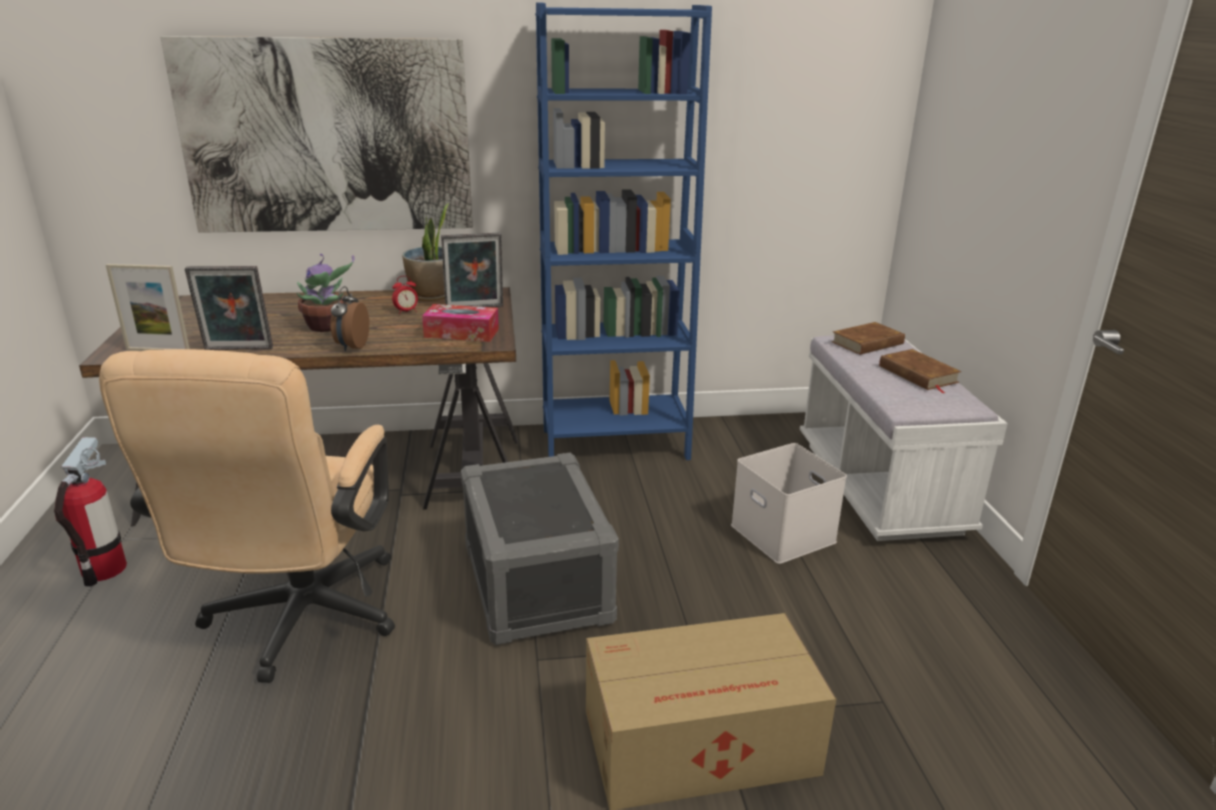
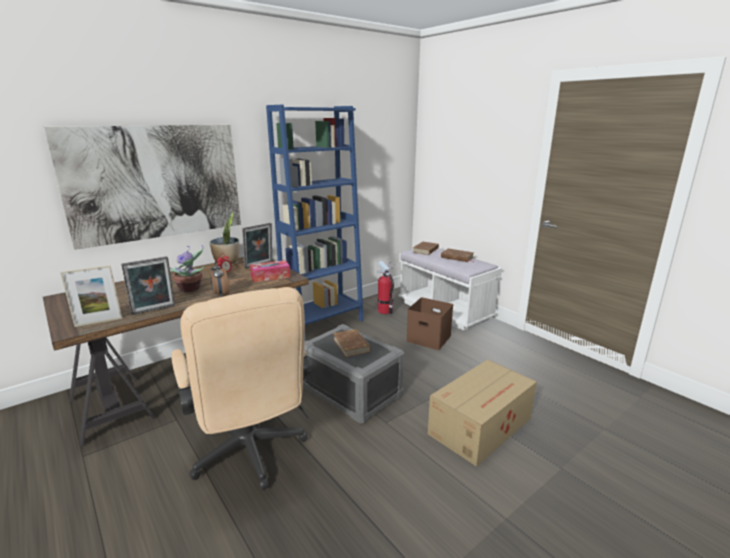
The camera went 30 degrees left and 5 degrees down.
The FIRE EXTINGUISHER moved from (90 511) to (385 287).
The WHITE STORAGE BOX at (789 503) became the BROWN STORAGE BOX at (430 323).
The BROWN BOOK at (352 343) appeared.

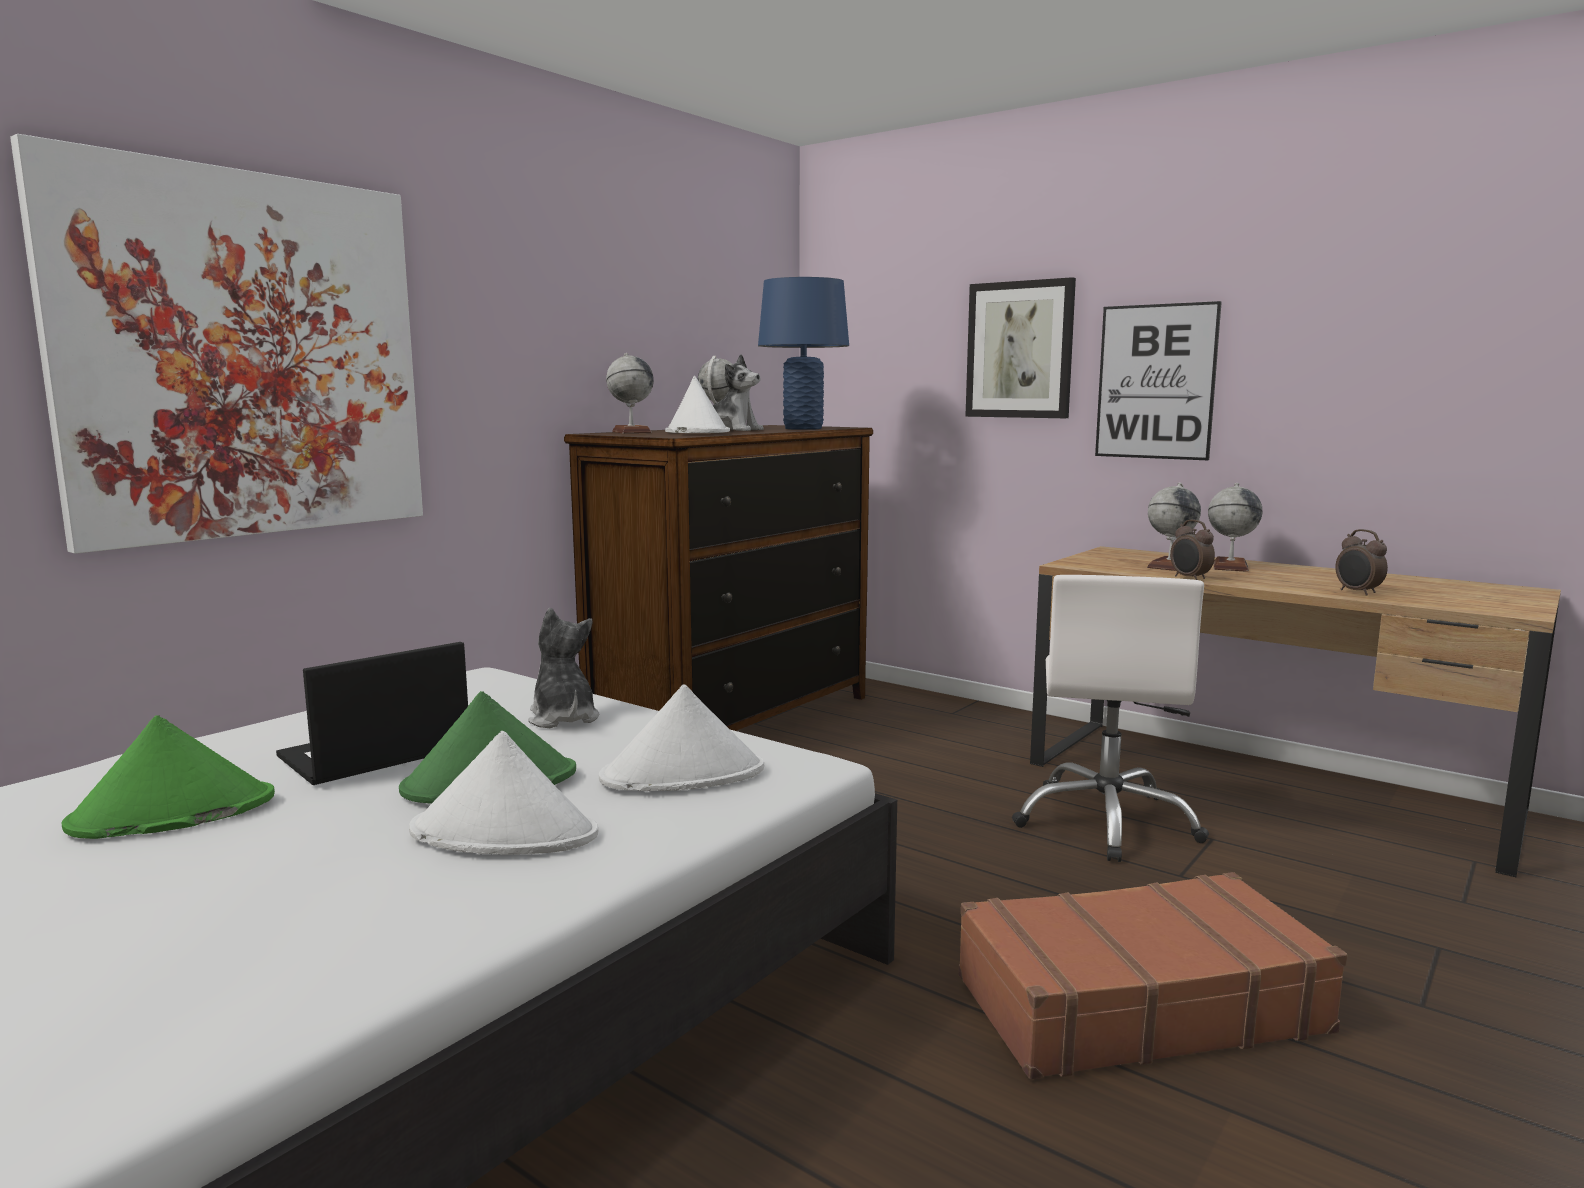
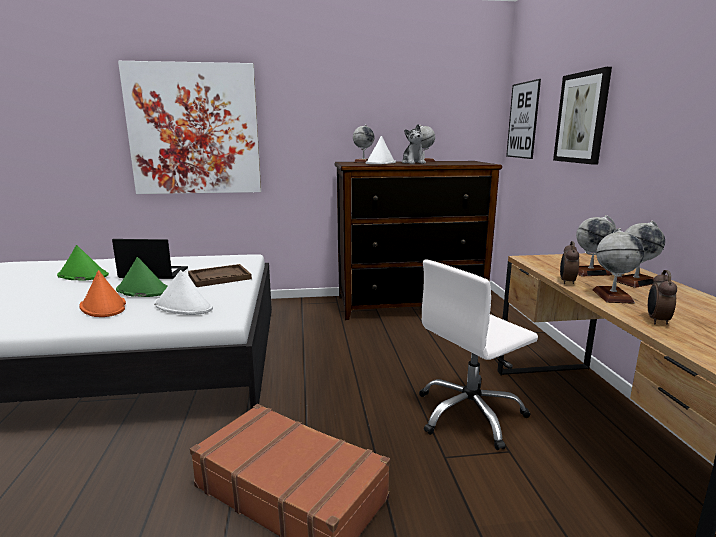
The camera went 45 degrees right and 5 degrees up.
The BLUE TABLE LAMP at (803 353) disappeared.
The PICTURE moved from (1158 380) to (523 119).
The PLUSH TOY at (563 668) was replaced by the BROWN TRAY at (220 275).
The WHITE HAT at (503 793) became the ORANGE HAT at (102 293).
The GLOBE at (618 266) appeared.

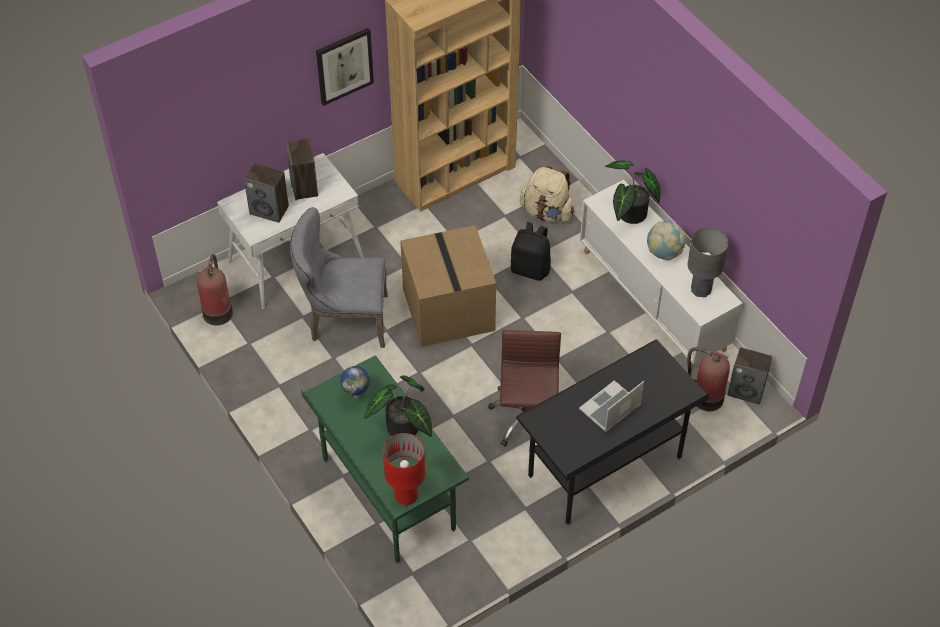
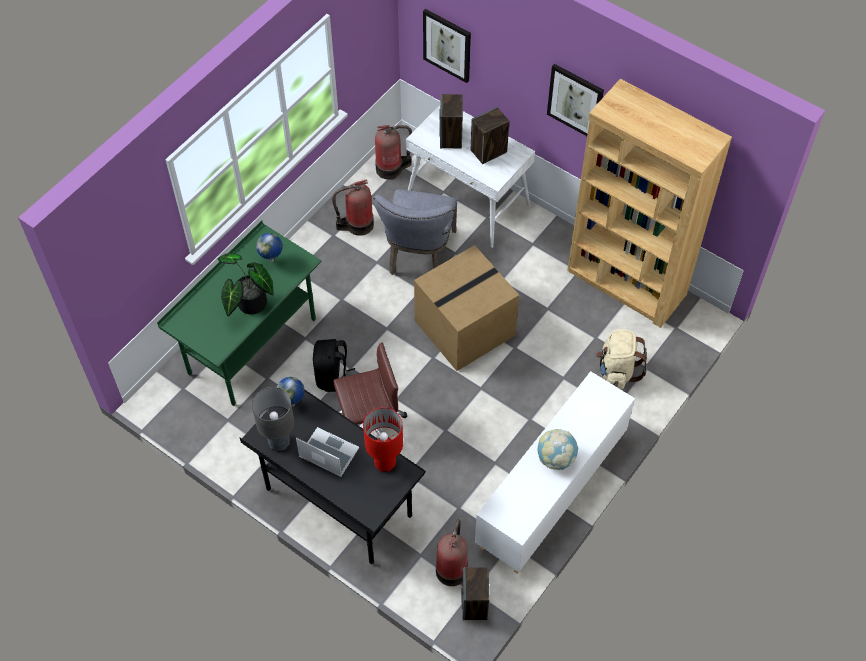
The camera went 70 degrees right and 5 degrees up.
The POTTED PLANT at (633 192) disappeared.
The GREY CHAIR at (339 277) turned 150 degrees counterclockwise.
The BLACK BACKPACK moved from (530 251) to (334 365).
The GREY TABLE LAMP moved from (708 262) to (273 419).
The RED TABLE LAMP moved from (404 469) to (383 440).
The PICTURE at (447 46) appeared.
The FIRE EXTINGUISHER at (353 207) appeared.
The GLOBE at (291 391) appeared.

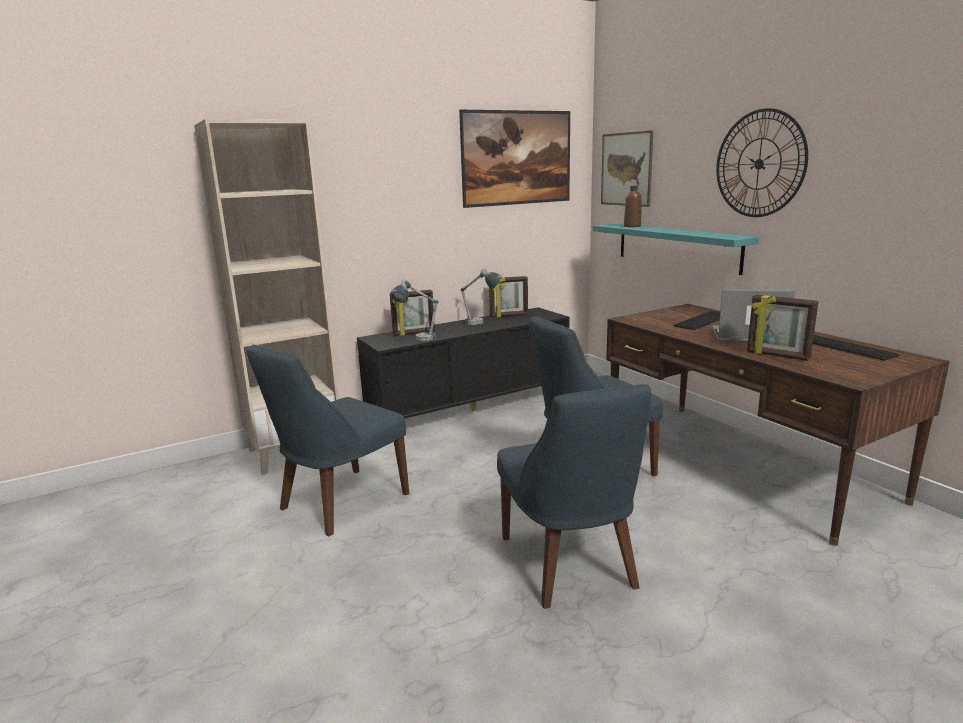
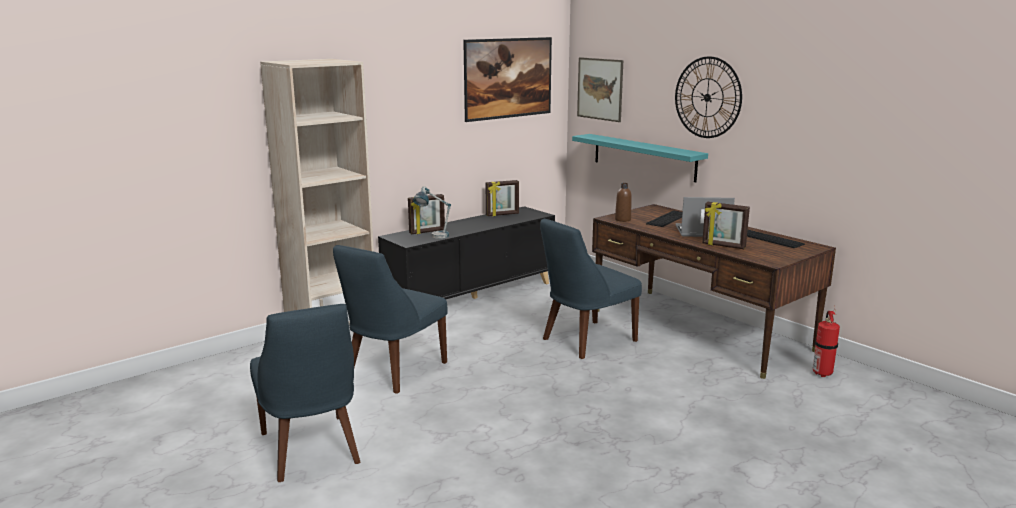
The camera went 10 degrees left and 0 degrees up.
The BROWN BOTTLE moved from (633 206) to (623 202).
The TABLE LAMP at (481 297) disappeared.
The BLUE CHAIR moved from (574 496) to (305 393).
The FIRE EXTINGUISHER at (826 344) appeared.

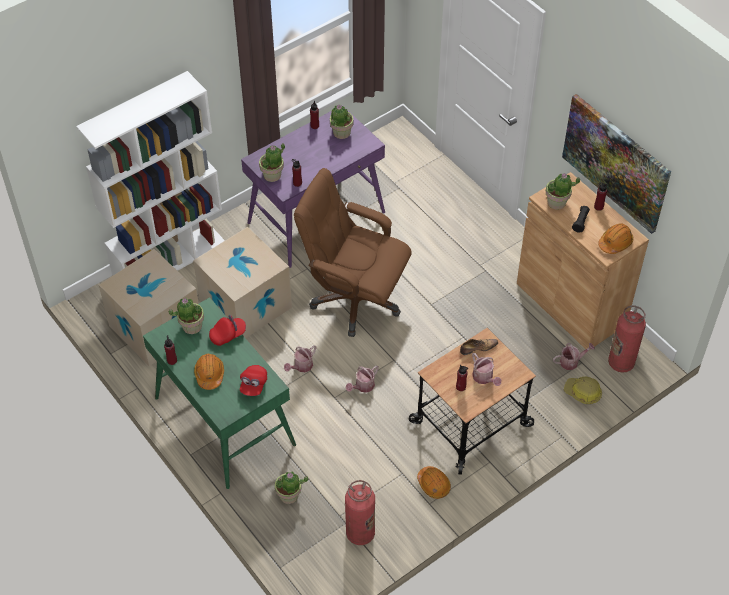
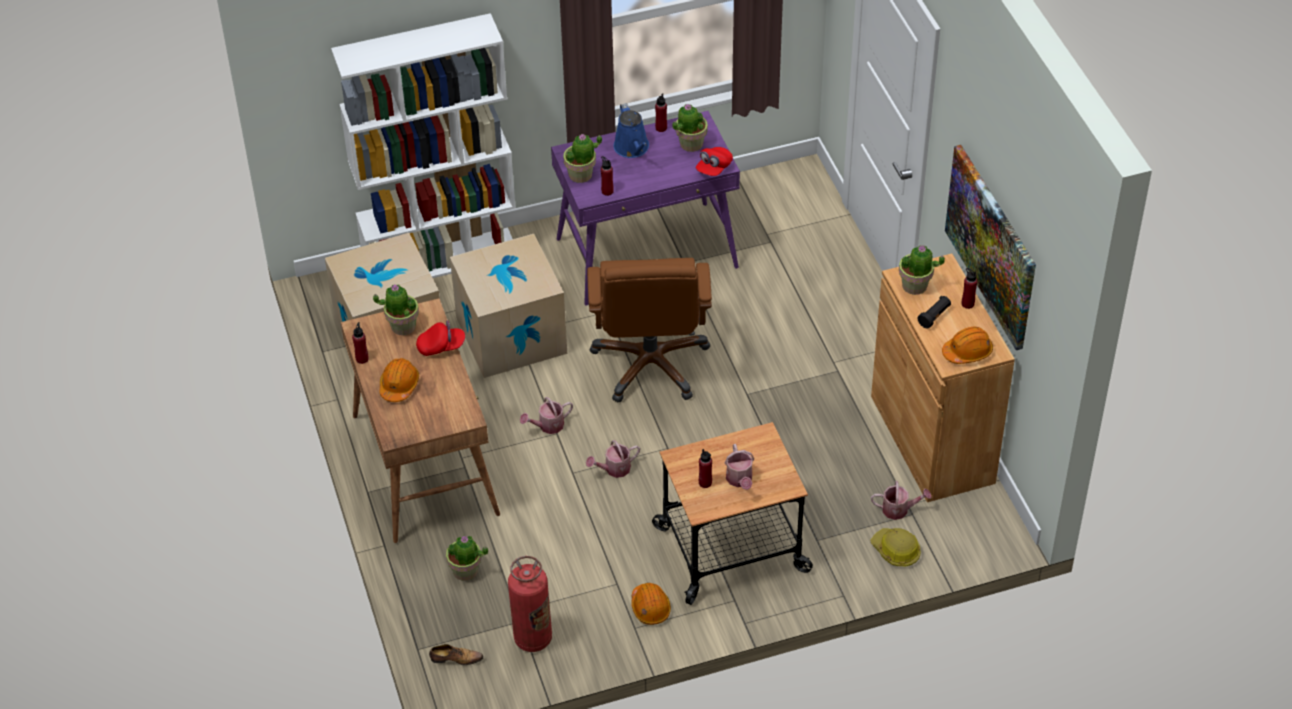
The camera went 20 degrees right and 5 degrees down.
The BROWN OFFICE CHAIR at (353 252) turned 135 degrees counterclockwise.
The GREEN DESK at (219 393) became the BROWN DESK at (420 420).
The FIRE EXTINGUISHER at (627 339) disappeared.
The SHOE moved from (479 347) to (456 654).
The RED CAP moved from (253 380) to (714 161).
The BLUE WATERING CAN at (631 130) appeared.

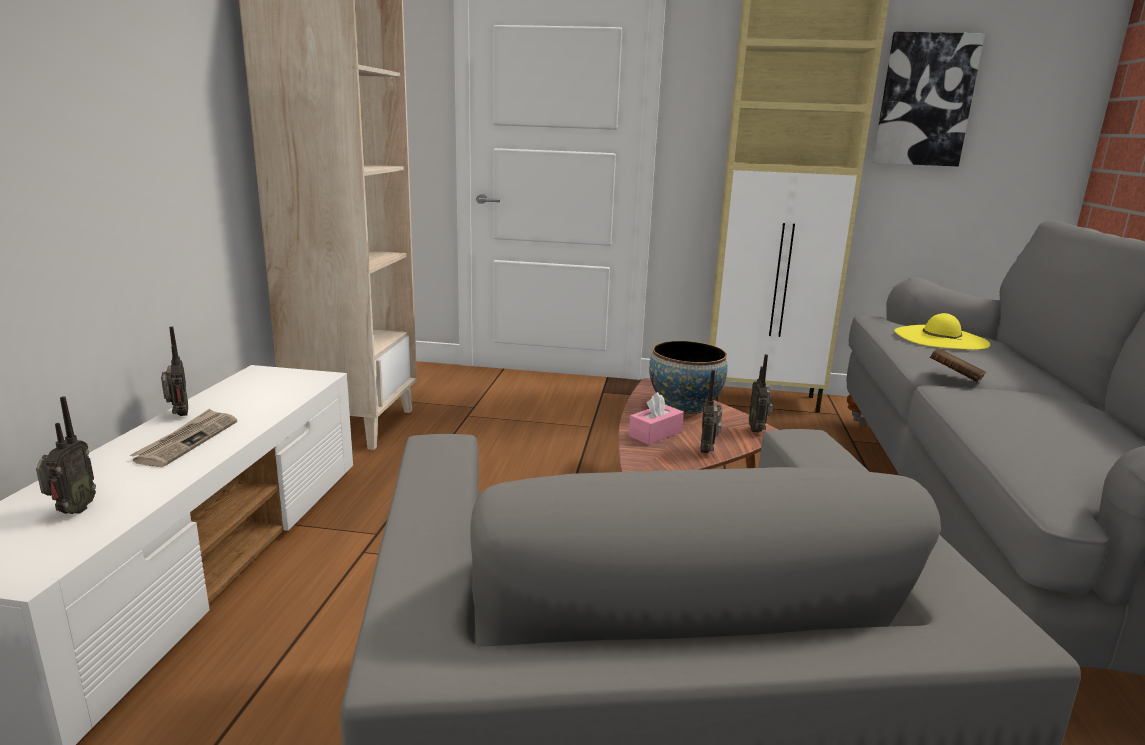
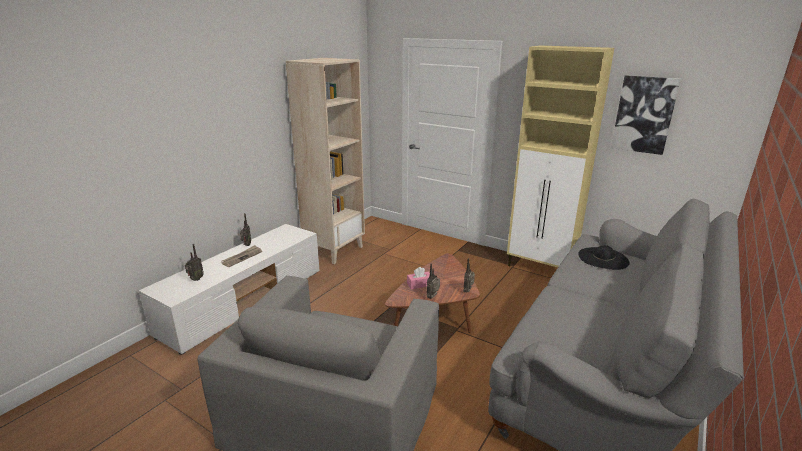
The camera went 25 degrees right and 5 degrees up.
The YELLOW HAT at (942 331) became the BLACK HAT at (604 257).
The BOWL at (688 377) disappeared.
The BROWN BOOK at (958 365) disappeared.

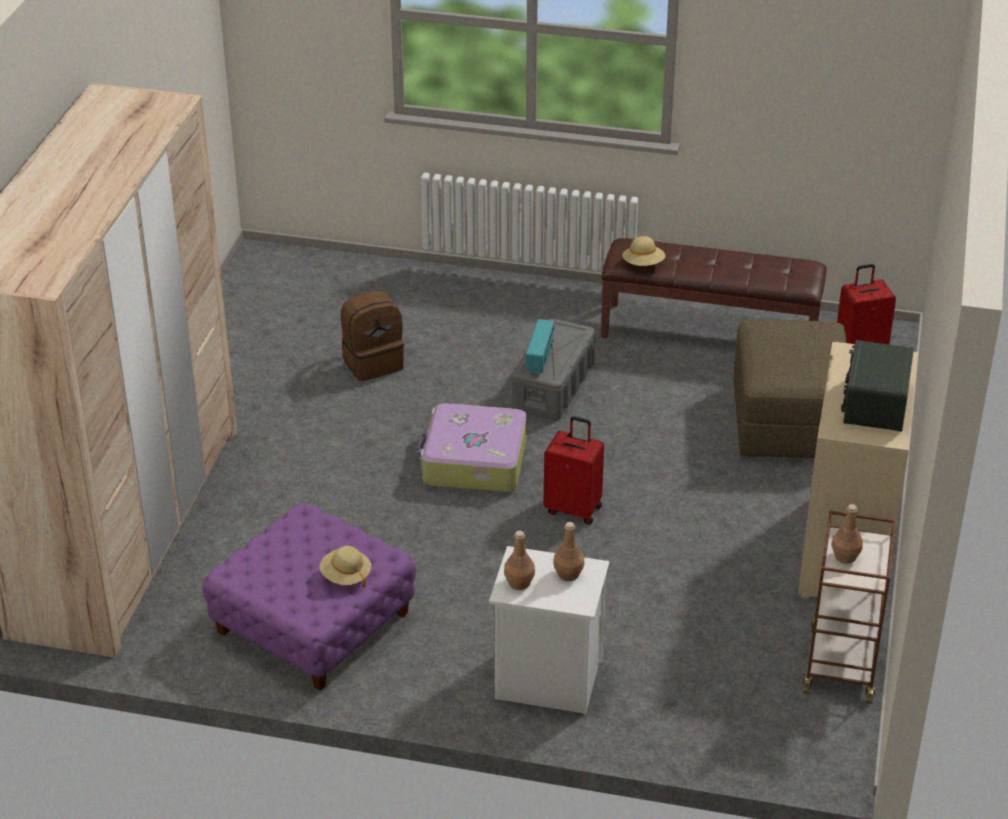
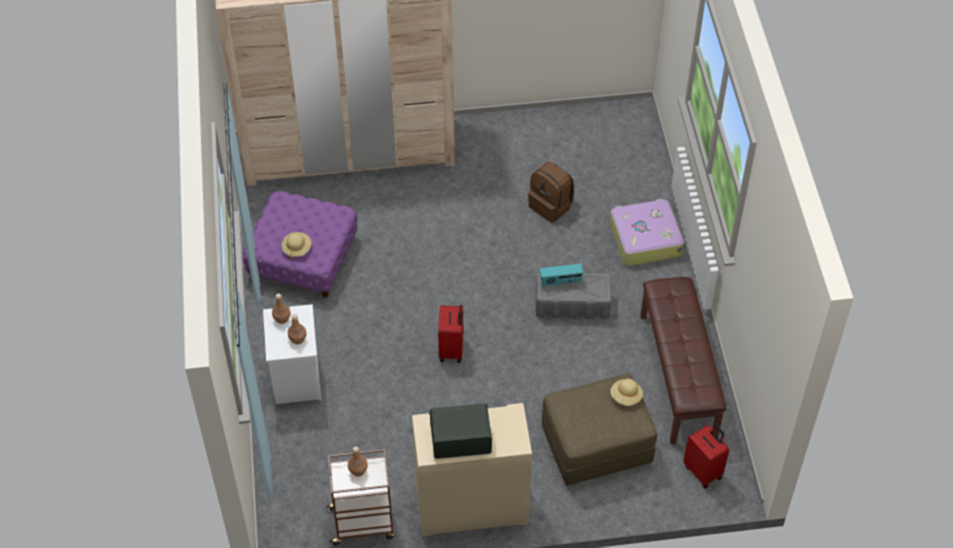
The camera went 70 degrees right and 15 degrees up.
The BEIGE HAT moved from (644 251) to (626 392).
The SUITCASE moved from (471 447) to (647 232).

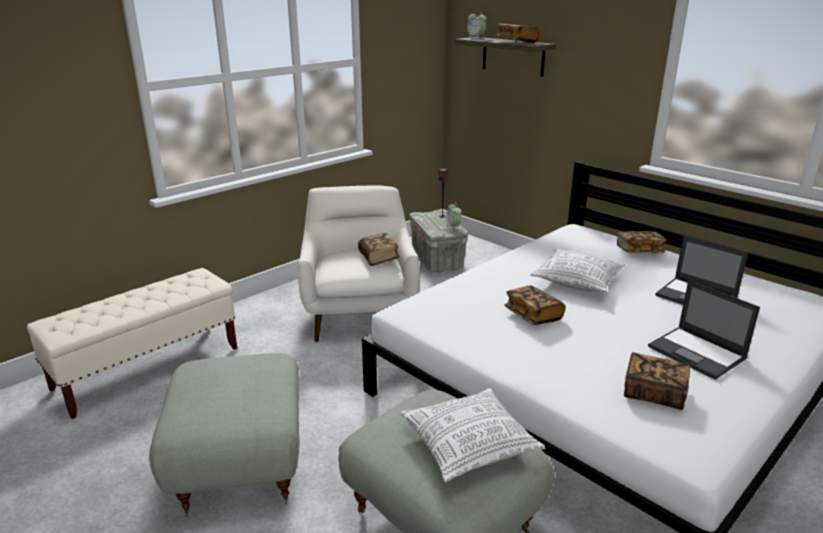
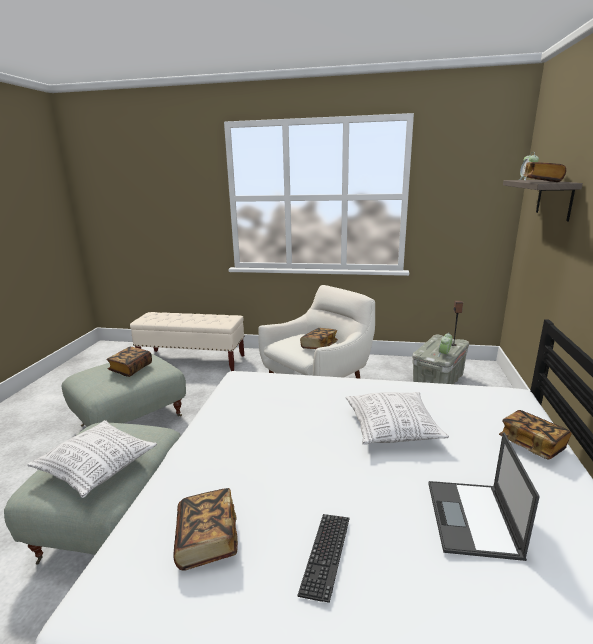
The camera went 55 degrees right and 5 degrees down.
The LAPTOP at (704 330) was replaced by the KEYBOARD at (324 558).
The BOOK moved from (535 305) to (129 362).

